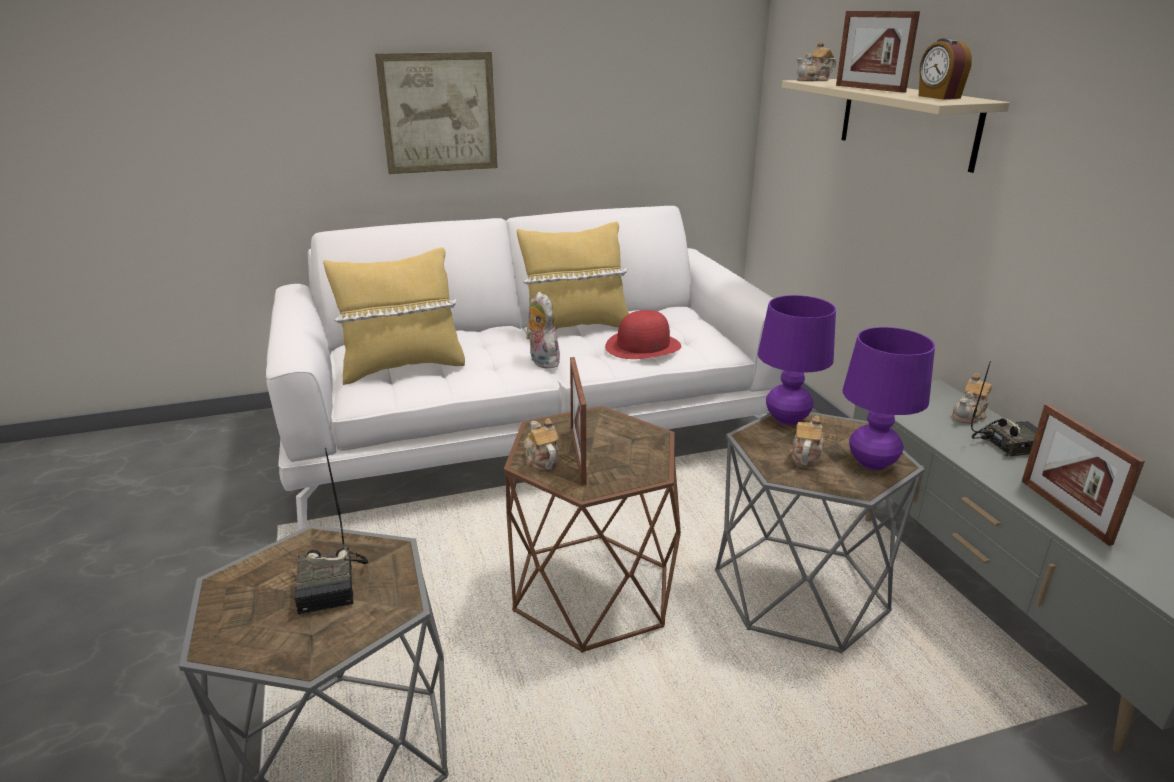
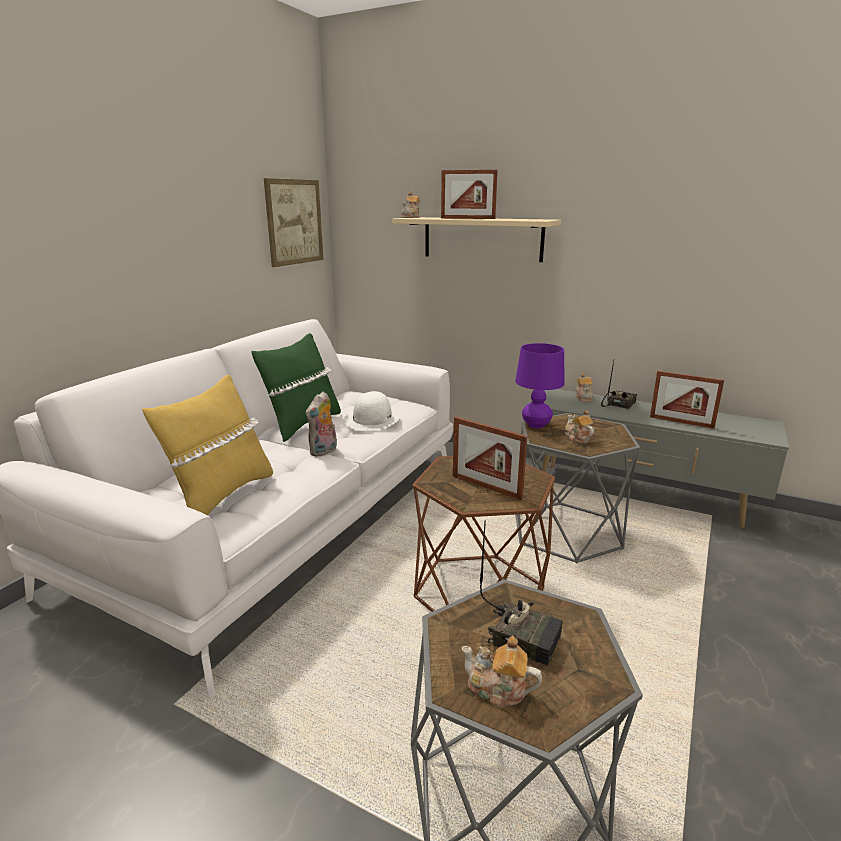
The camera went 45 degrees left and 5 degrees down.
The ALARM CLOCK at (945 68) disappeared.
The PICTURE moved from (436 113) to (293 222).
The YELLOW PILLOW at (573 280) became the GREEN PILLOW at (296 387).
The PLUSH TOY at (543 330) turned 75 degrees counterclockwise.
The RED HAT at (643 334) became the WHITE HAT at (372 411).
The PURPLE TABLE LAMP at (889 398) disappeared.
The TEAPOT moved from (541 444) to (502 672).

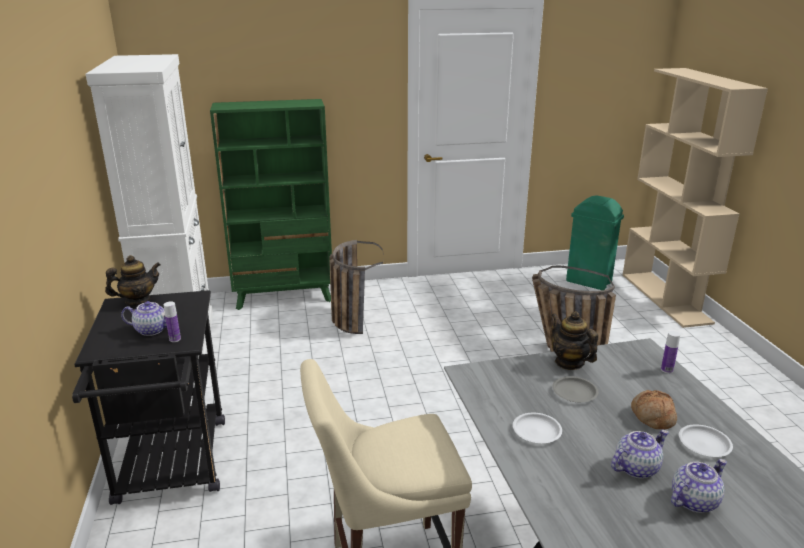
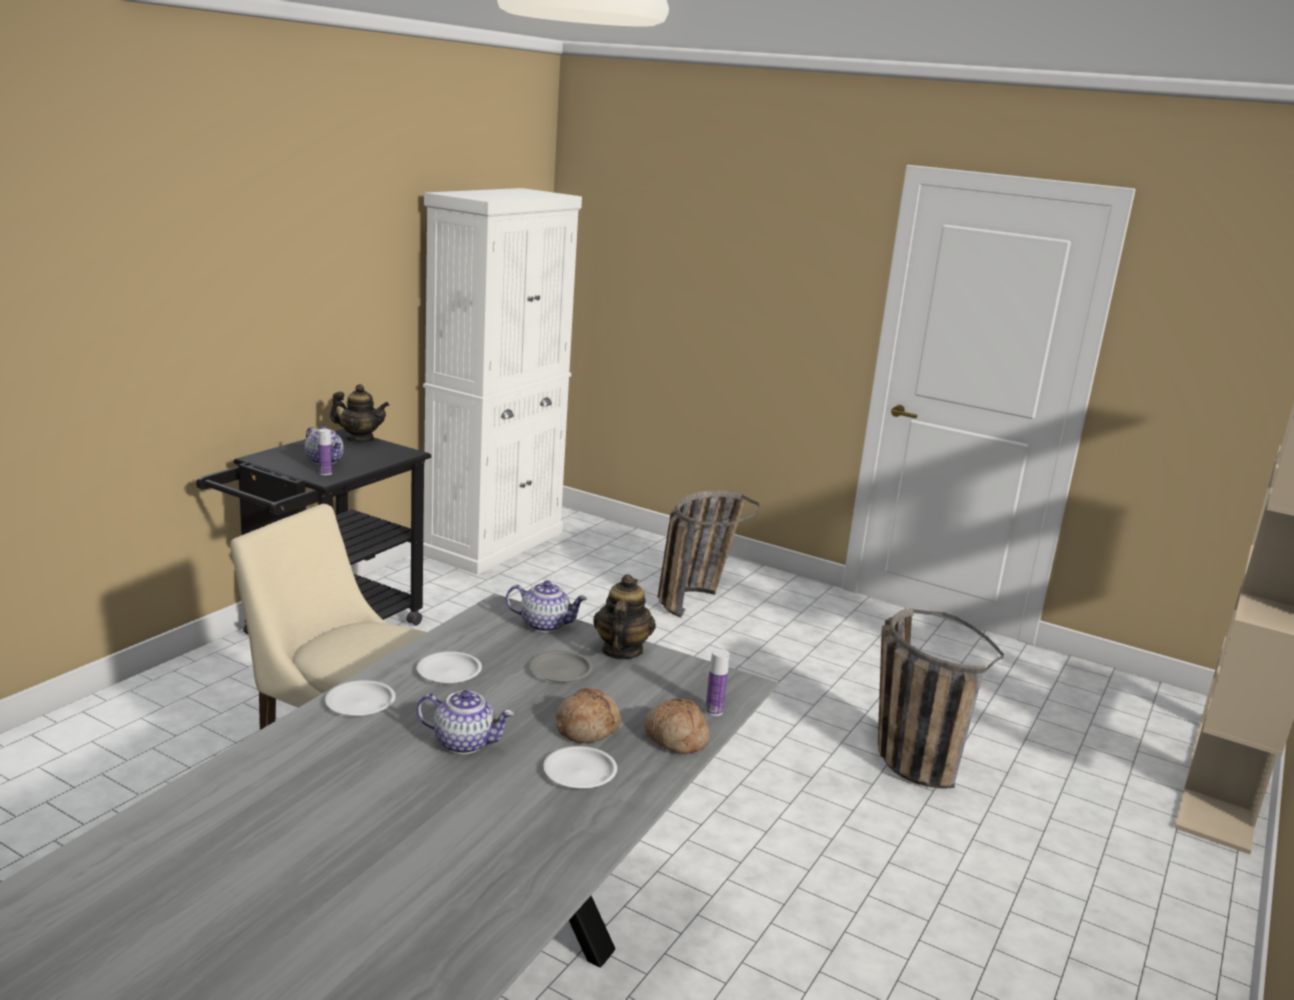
The camera went 40 degrees right and 5 degrees down.
The GREEN BOOKCASE at (271 204) disappeared.
The GREEN TRASH CAN at (595 242) disappeared.
The TEAPOT moved from (699 486) to (546 606).
The WHITE PLATE at (360 698) appeared.
The BREAD at (677 726) appeared.

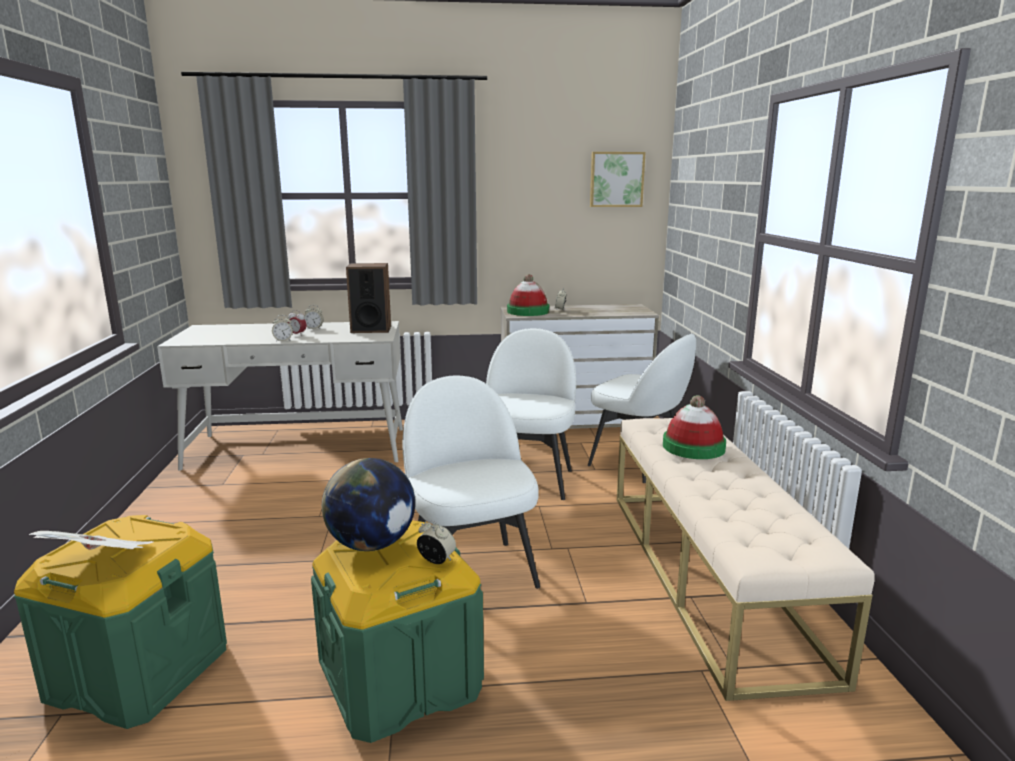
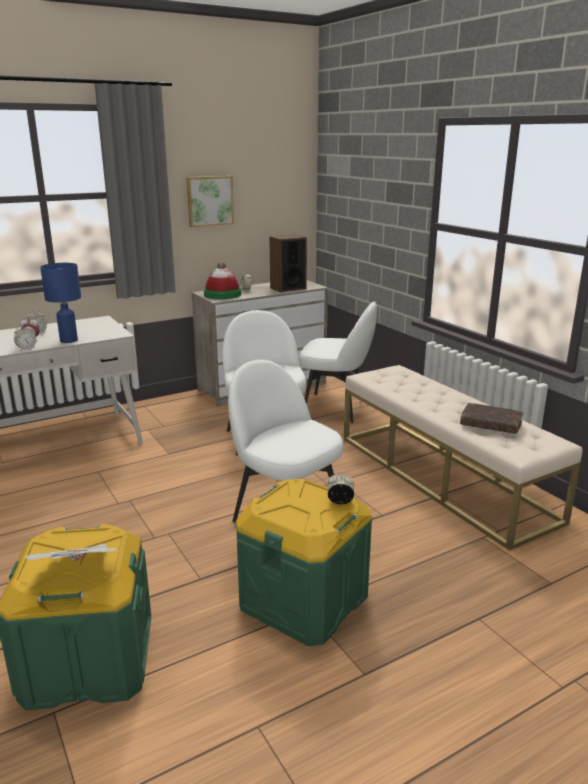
The camera went 25 degrees left and 5 degrees up.
The PICTURE moved from (617 179) to (210 201).
The SPEAKER moved from (368 298) to (288 263).
The HAT at (694 427) disappeared.
The GLOBE at (368 504) disappeared.
The BLUE TABLE LAMP at (60 303) appeared.
The BROWN BOOK at (491 418) appeared.

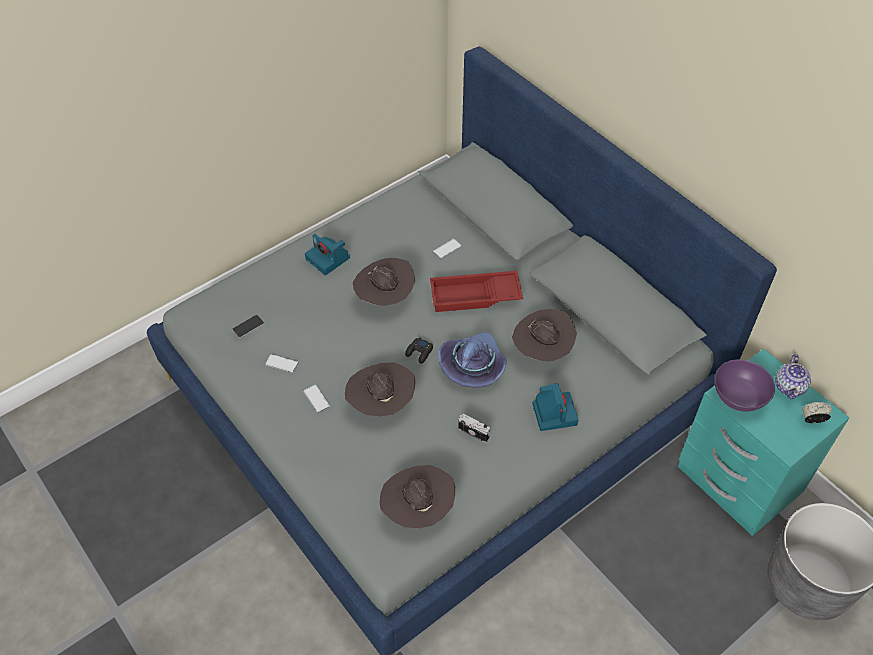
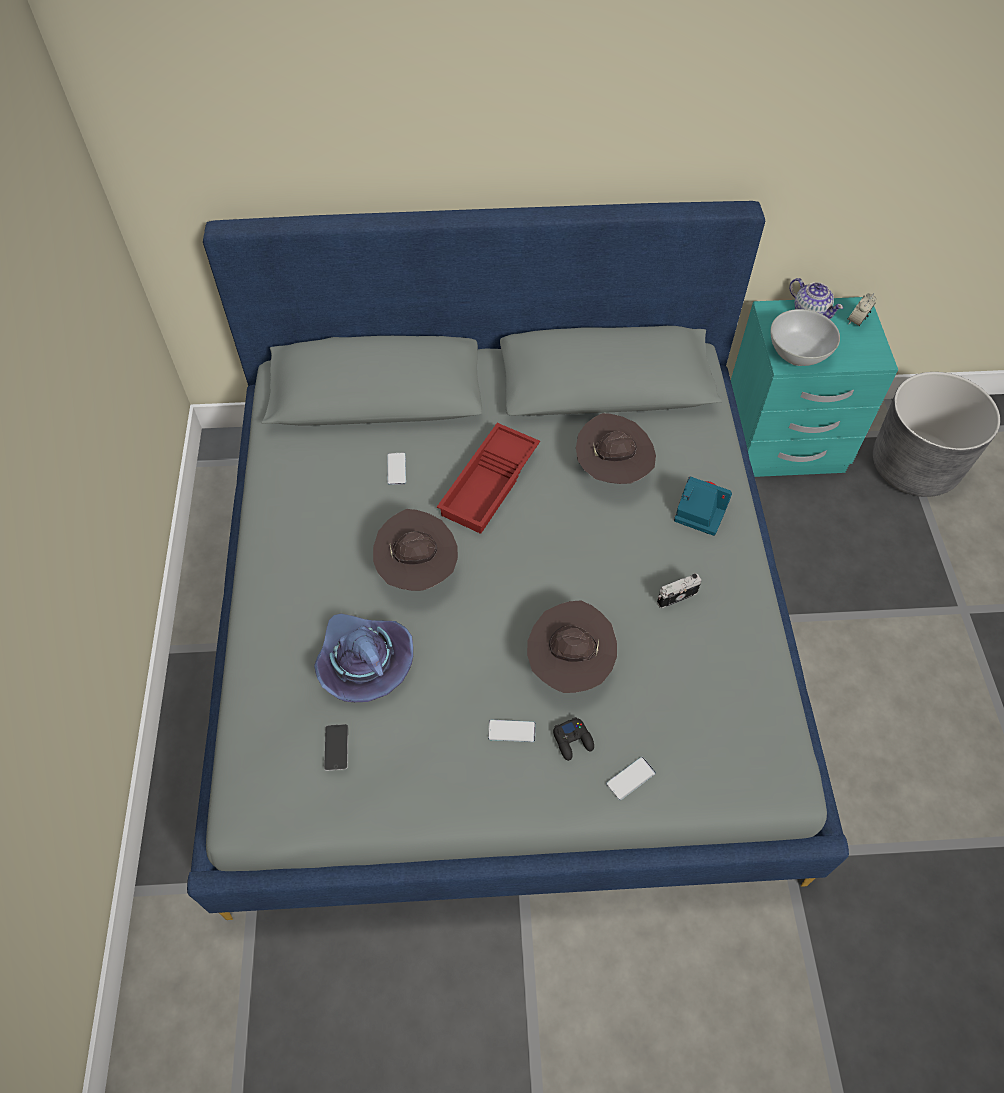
The camera went 55 degrees left and 5 degrees up.
The PHOTO CAMERA at (327 254) disappeared.
The PURPLE HAT moved from (472 360) to (363 658).
The BLACK GAME CONTROLLER moved from (419 350) to (573 739).
The PHONE moved from (282 363) to (631 778).
The PURPLE BOWL at (745 385) became the WHITE BOWL at (805 337).
The BROWN HAT at (417 496) disappeared.

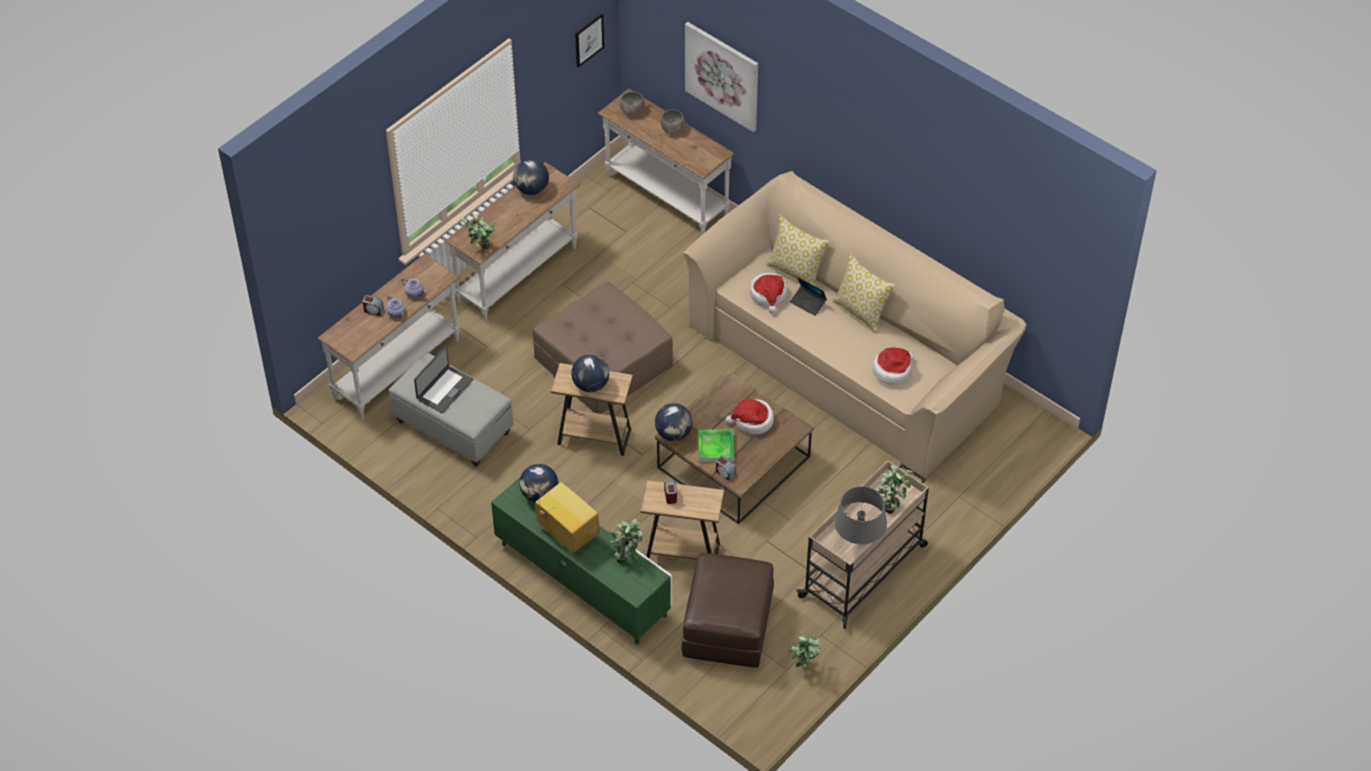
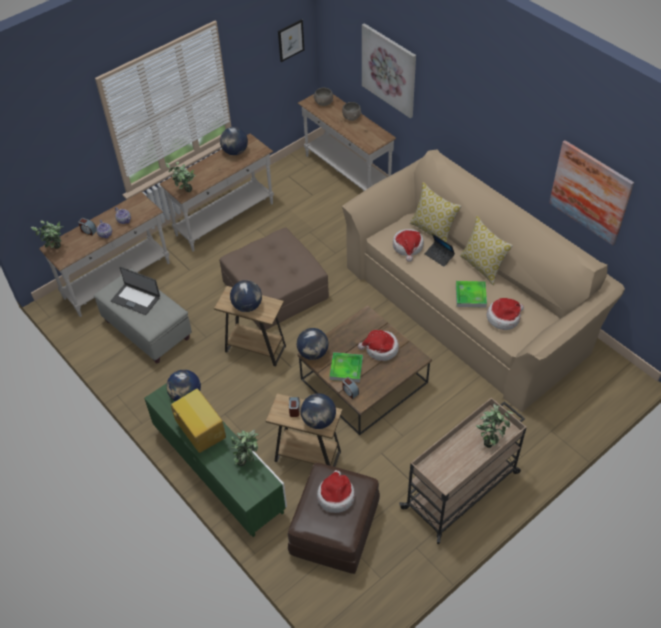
The camera went 10 degrees right and 0 degrees up.
The LAPTOP at (443 379) turned 75 degrees clockwise.
The GREY TABLE LAMP at (860 515) disappeared.
The POTTED PLANT moved from (805 650) to (47 235).
The PICTURE at (591 192) appeared.
The TRAY at (471 294) appeared.
The GLOBE at (318 411) appeared.
The HAT at (336 491) appeared.

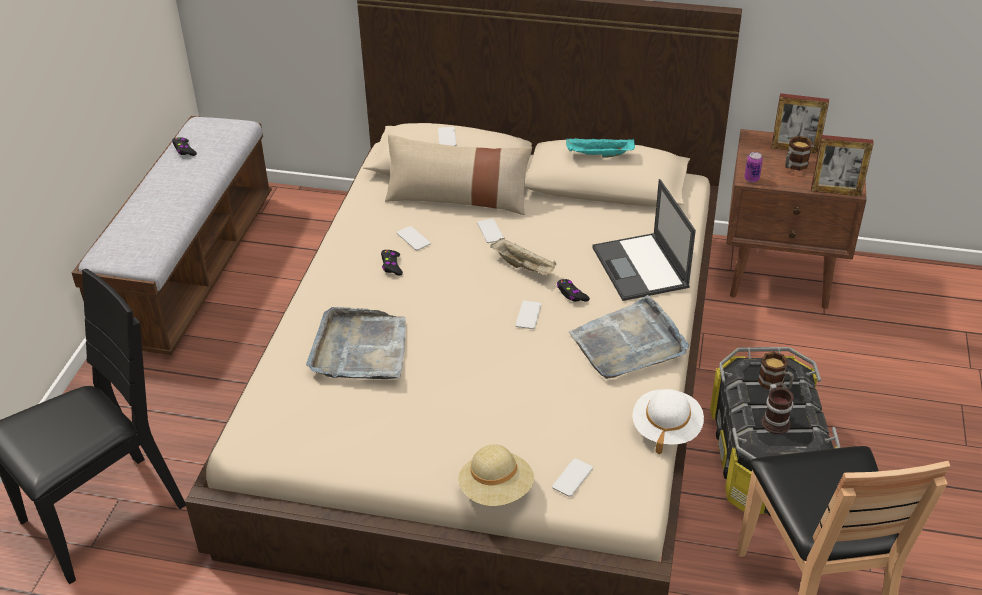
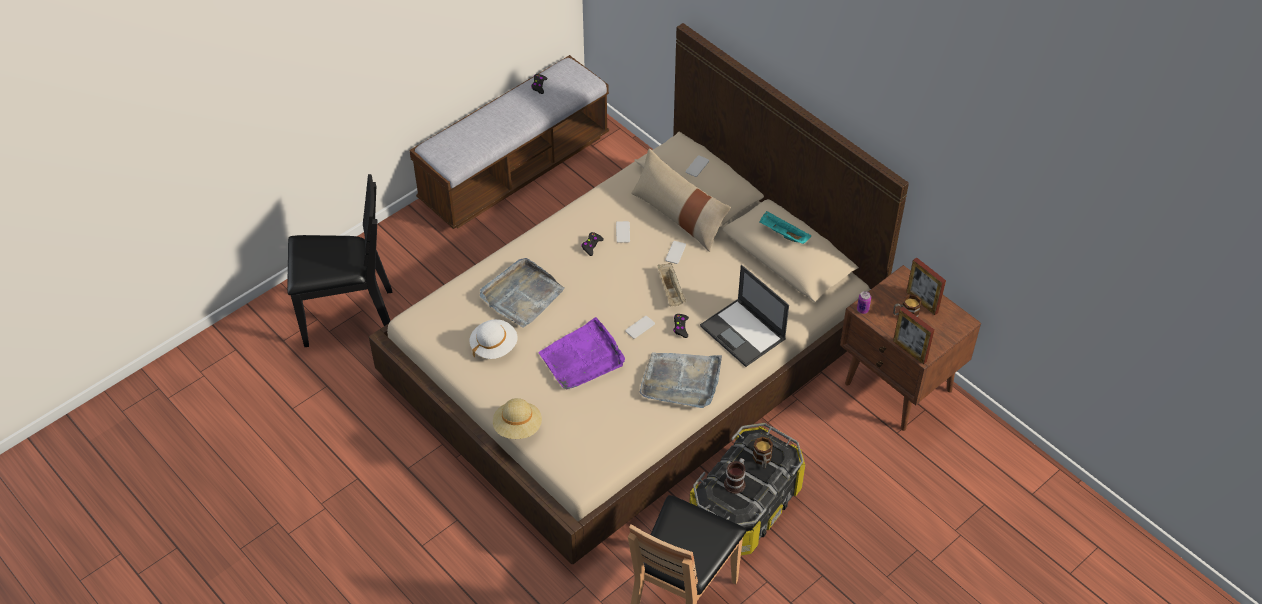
The camera went 35 degrees right and 10 degrees up.
The LAPTOP at (644 240) turned 60 degrees counterclockwise.
The WHITE HAT moved from (668 422) to (493 339).
The PHONE at (572 477) disappeared.
The PURPLE TRAY at (581 353) appeared.

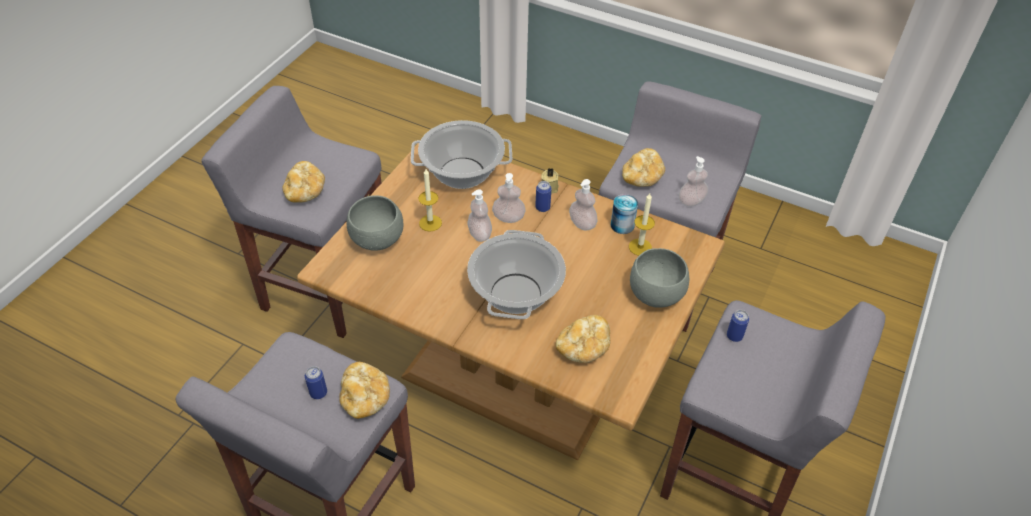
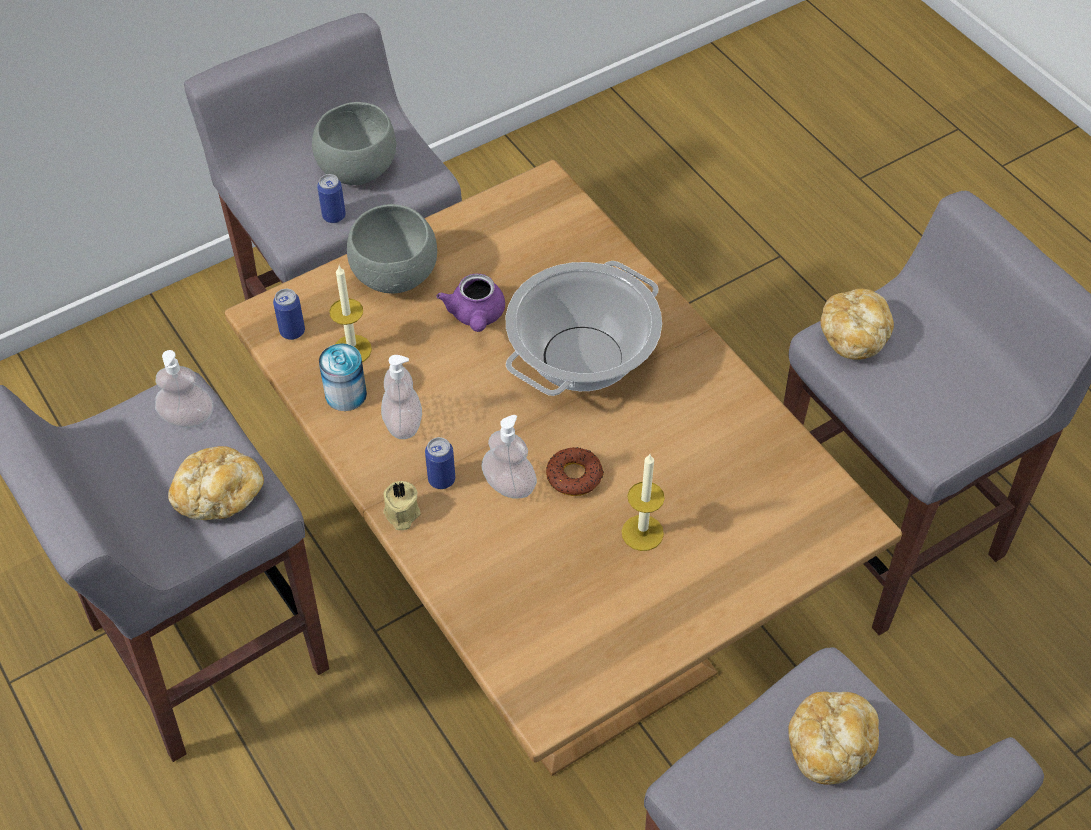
The camera went 150 degrees left and 5 degrees up.
The COOKING POT at (461 154) disappeared.
The SOAP DISPENSER at (480 215) was replaced by the DONUT at (575 471).
The GREY BOWL moved from (375 223) to (354 143).
The BREAD at (583 339) disappeared.
The CAN moved from (316 382) to (289 314).
The PURPLE TEAPOT at (470 303) appeared.

